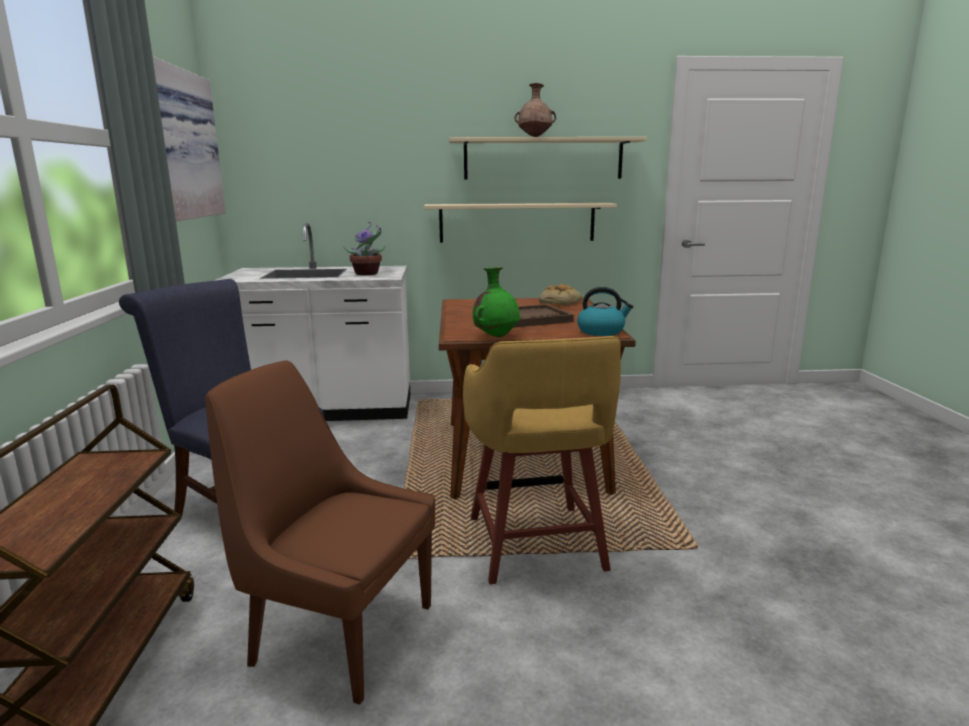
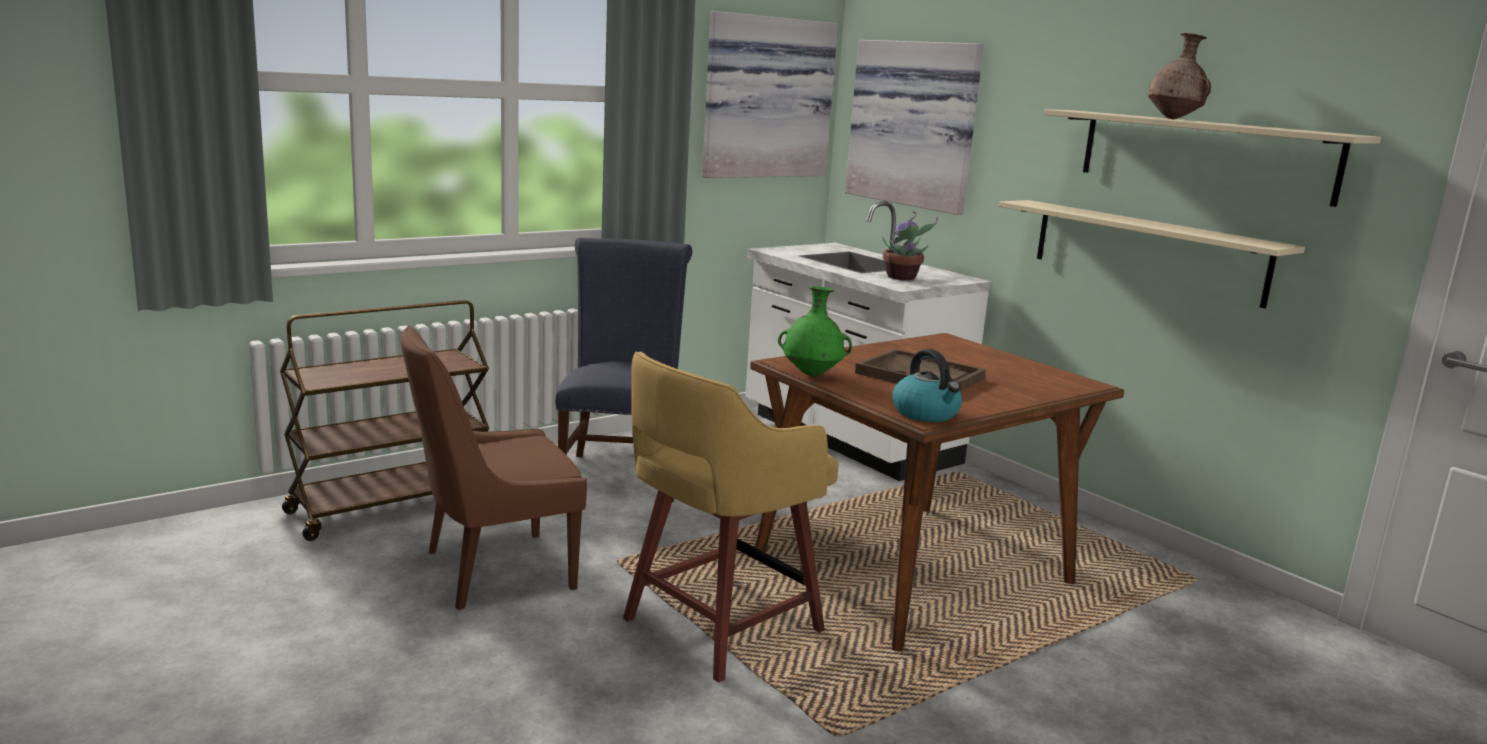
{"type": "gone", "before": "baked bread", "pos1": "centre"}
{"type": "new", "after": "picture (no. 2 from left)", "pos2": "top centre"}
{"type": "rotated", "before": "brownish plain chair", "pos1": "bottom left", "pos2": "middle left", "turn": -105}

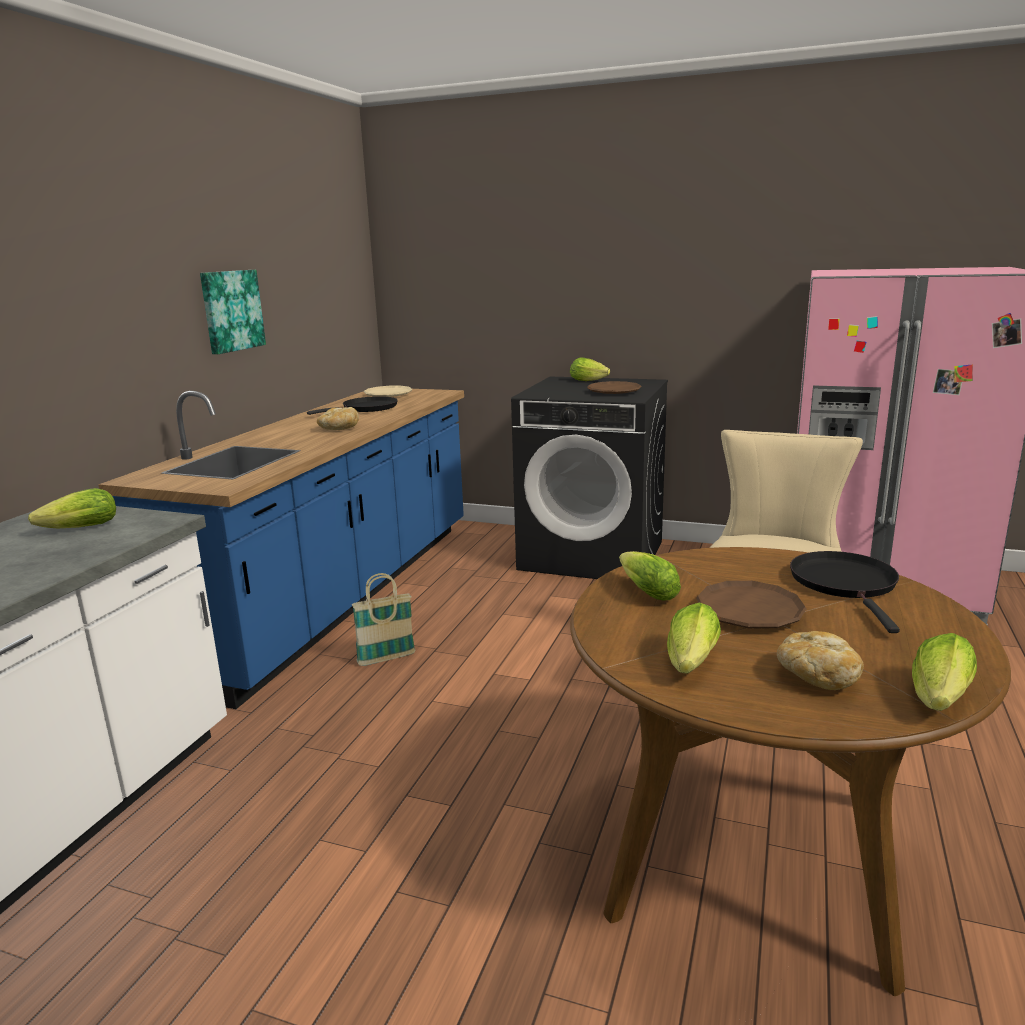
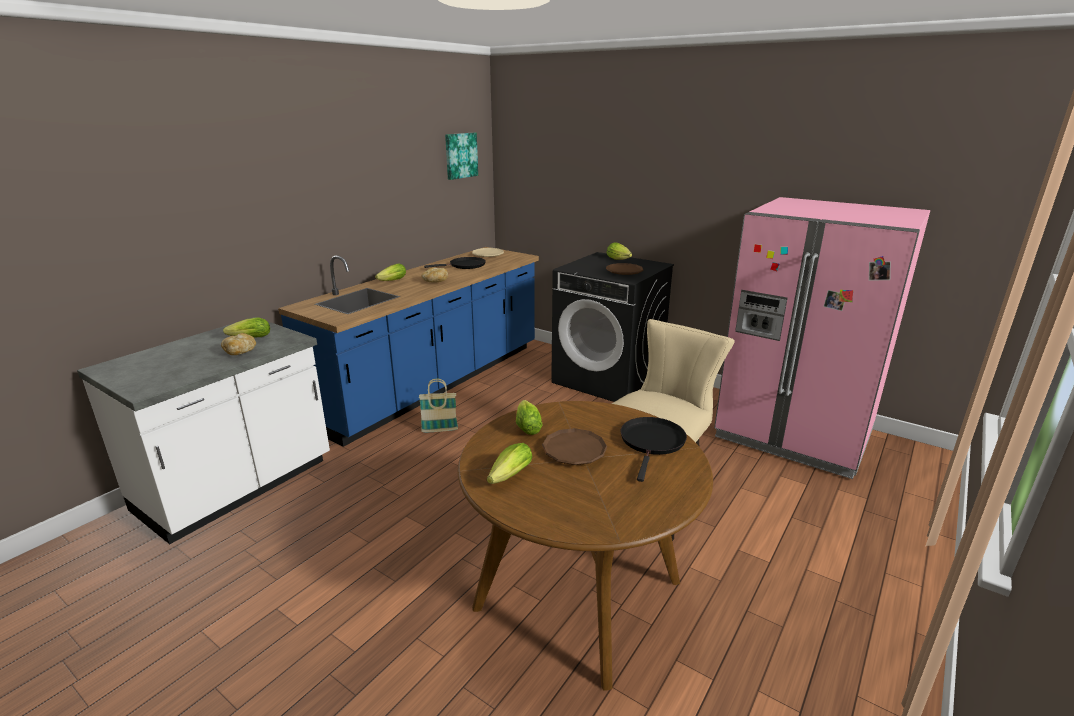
{"type": "shifted", "before": "picture", "pos1": "top left", "pos2": "top centre"}
{"type": "shifted", "before": "baked bread (no. 2 from left in the first image)", "after": "baked bread (no. 1 from left)", "pos1": "middle right", "pos2": "middle left"}
{"type": "shifted", "before": "lettuce head (no. 5 from left in the first image)", "after": "lettuce head (no. 2 from left)", "pos1": "middle right", "pos2": "centre"}

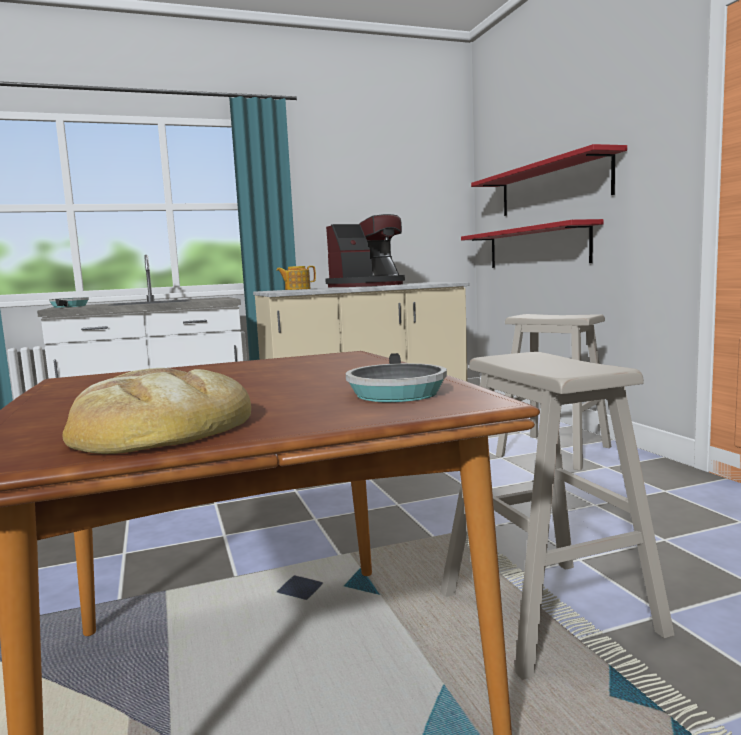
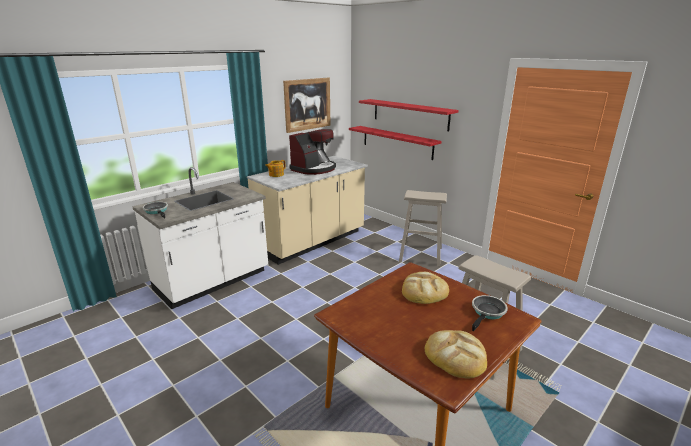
{"type": "new", "after": "picture", "pos2": "top centre"}
{"type": "new", "after": "baked bread (no. 1 from left)", "pos2": "centre"}
{"type": "rotated", "before": "skillet (no. 2 from left)", "pos1": "centre", "pos2": "bottom right", "turn": -120}

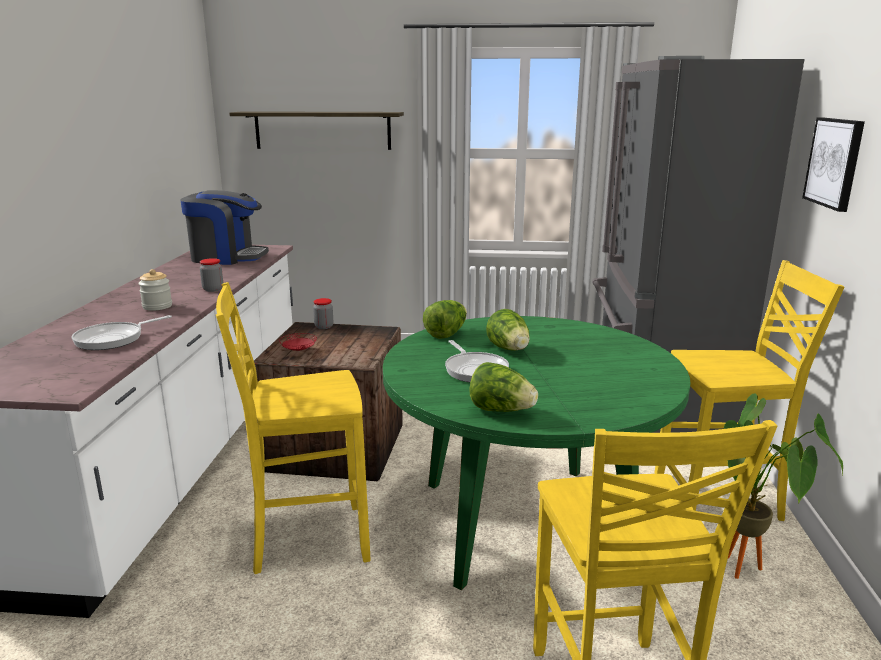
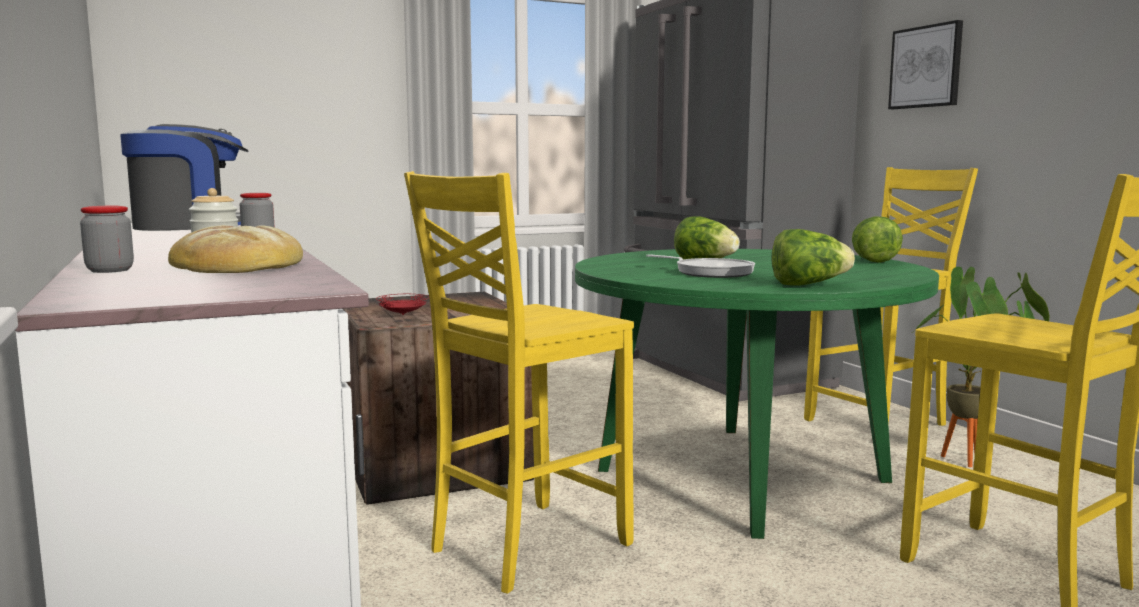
{"type": "gone", "before": "shelf", "pos1": "top centre"}
{"type": "shifted", "before": "jar (no. 3 from left in the first image)", "after": "jar (no. 1 from left)", "pos1": "centre", "pos2": "middle left"}
{"type": "shifted", "before": "lettuce head (no. 1 from left in the first image)", "after": "lettuce head (no. 3 from left)", "pos1": "centre", "pos2": "middle right"}
{"type": "swapped", "before": "skillet (no. 1 from left)", "after": "baked bread", "pos1": "middle left", "pos2": "middle left"}

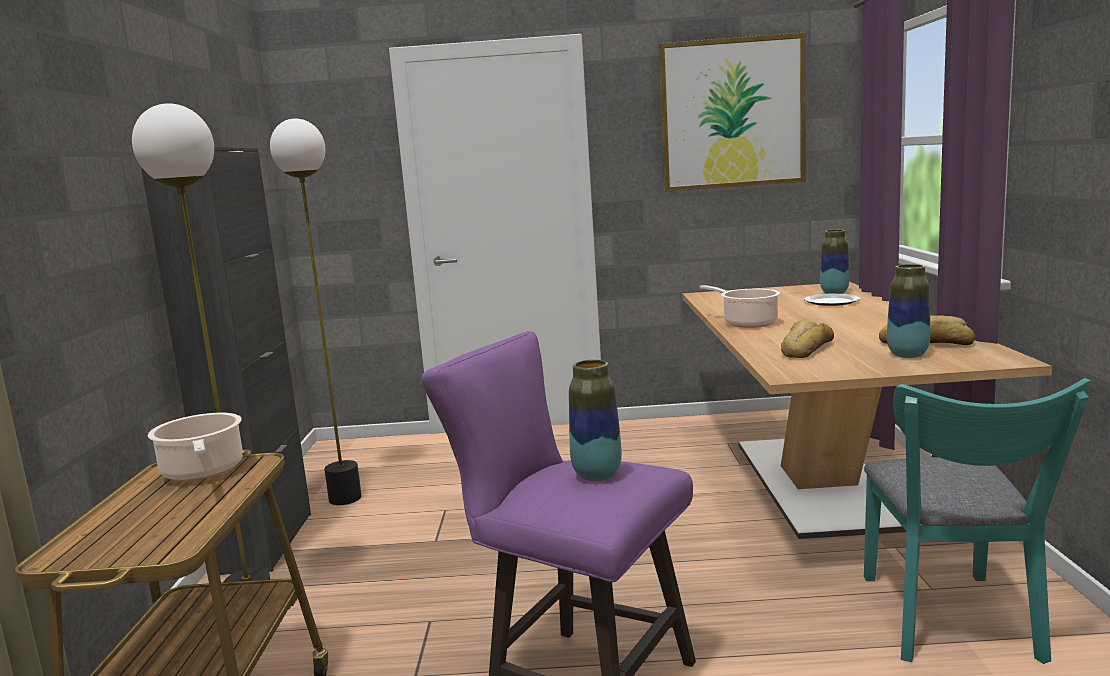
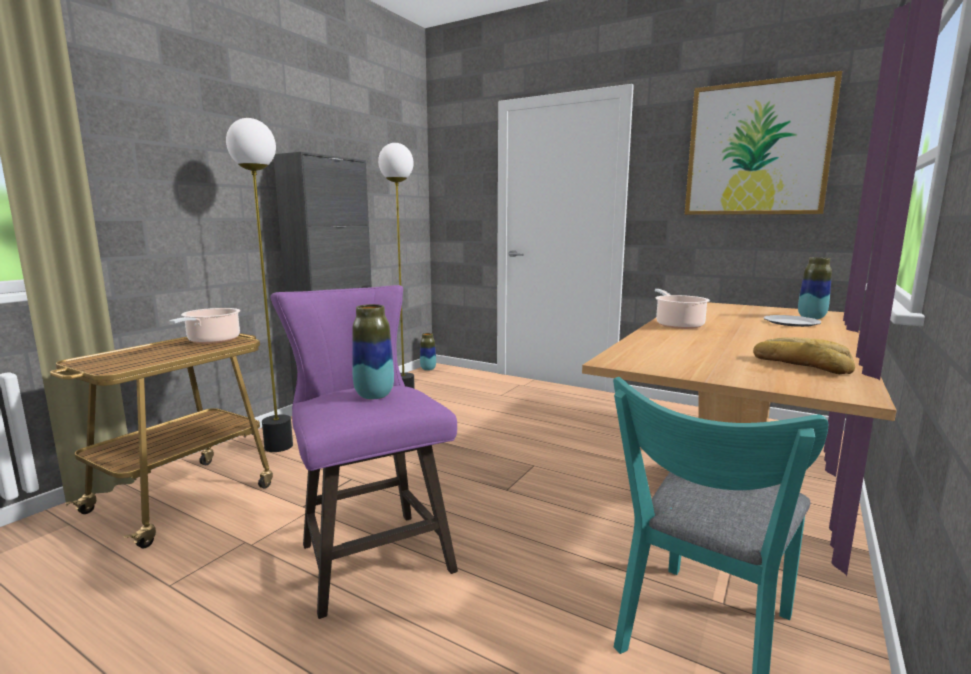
{"type": "gone", "before": "baked bread (no. 1 from left)", "pos1": "middle right"}
{"type": "shifted", "before": "flower vase (no. 3 from left in the first image)", "after": "flower vase (no. 2 from left)", "pos1": "middle right", "pos2": "centre"}

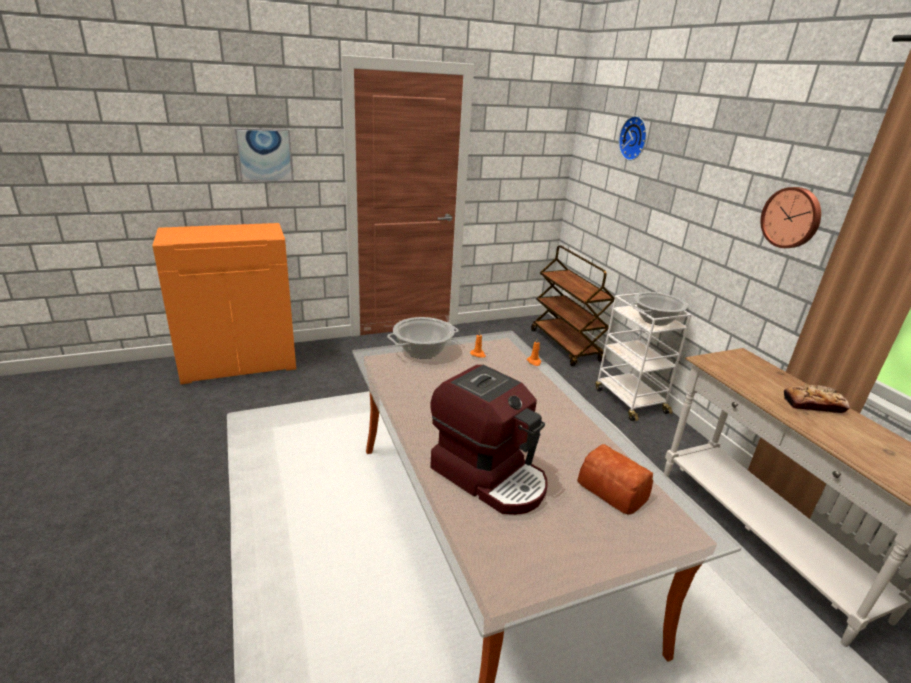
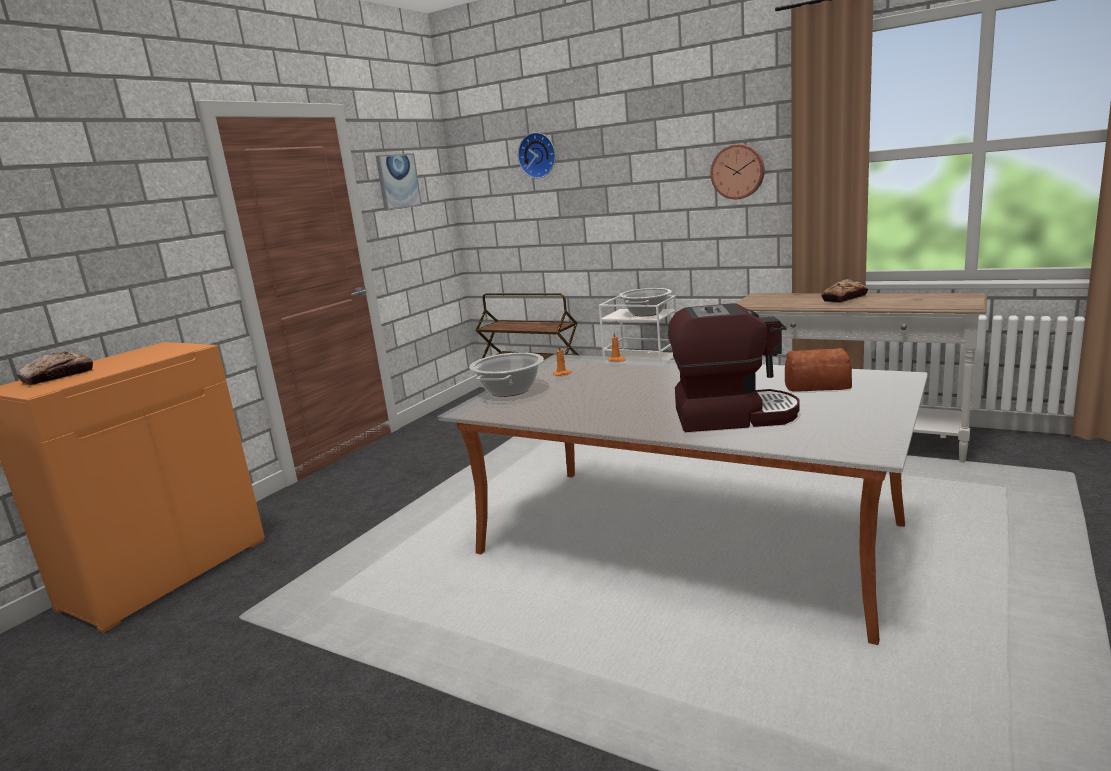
{"type": "new", "after": "baked bread (no. 1 from left)", "pos2": "middle left"}
{"type": "shifted", "before": "picture", "pos1": "top left", "pos2": "top centre"}

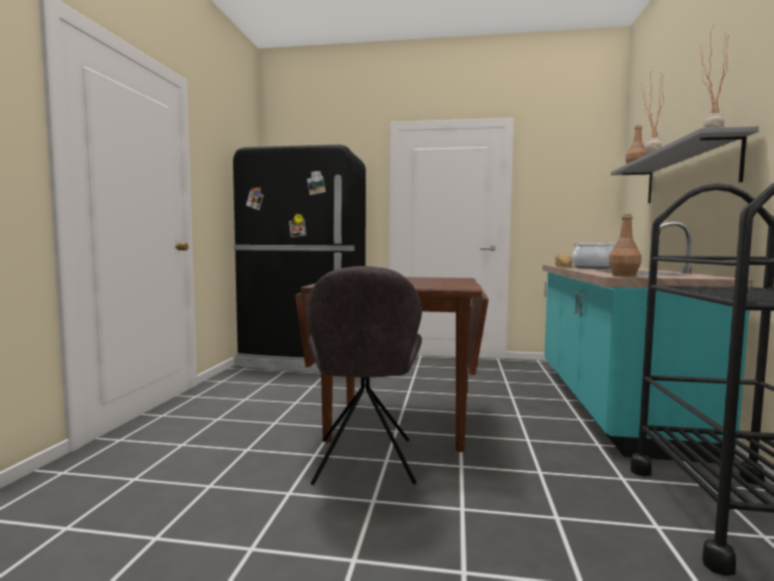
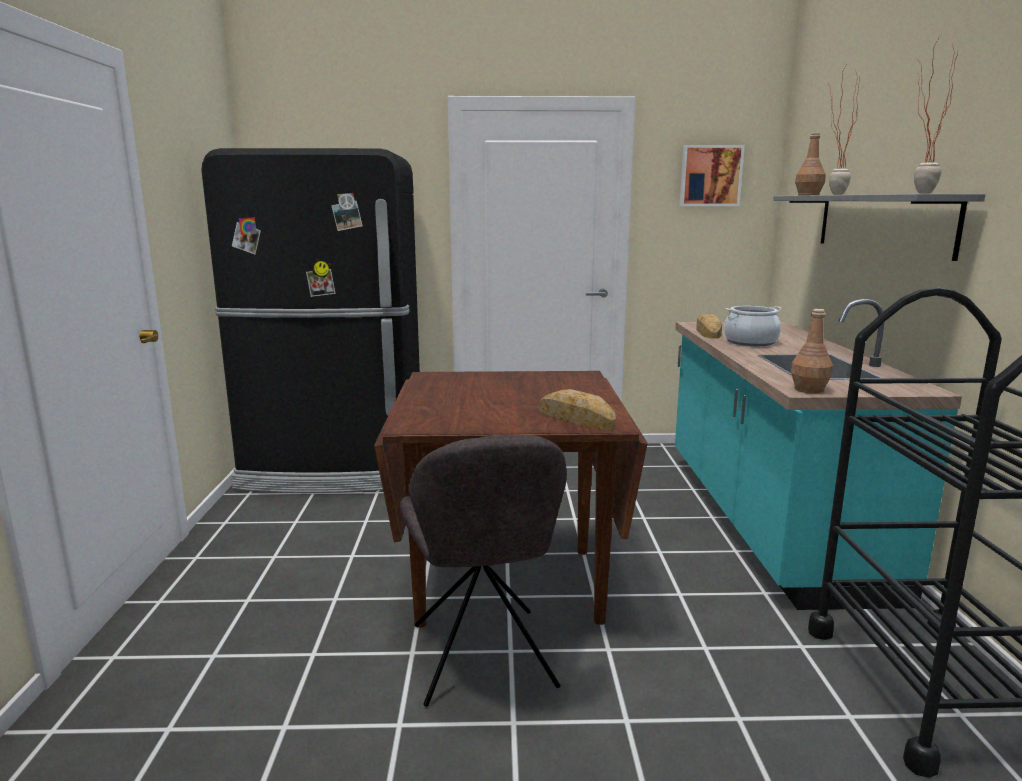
{"type": "new", "after": "baked bread (no. 1 from left)", "pos2": "centre"}
{"type": "new", "after": "picture", "pos2": "top right"}

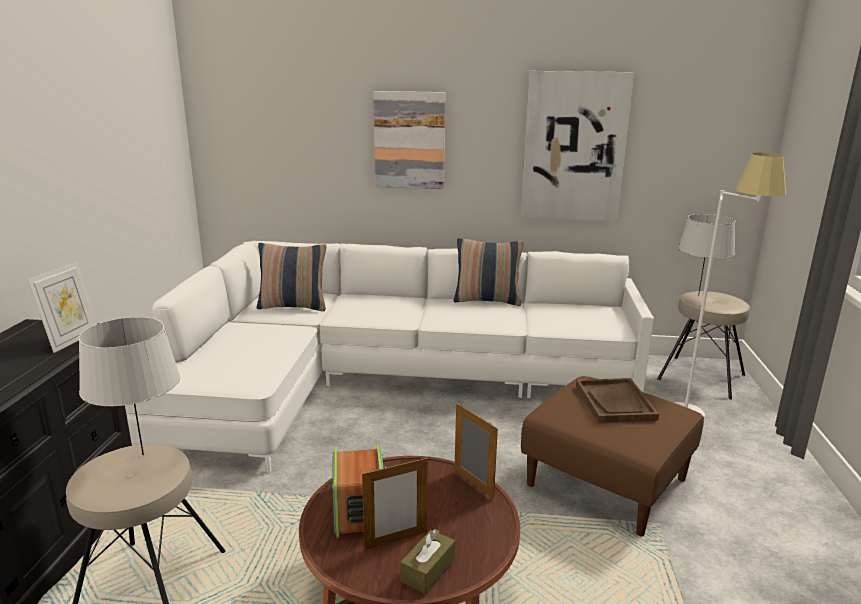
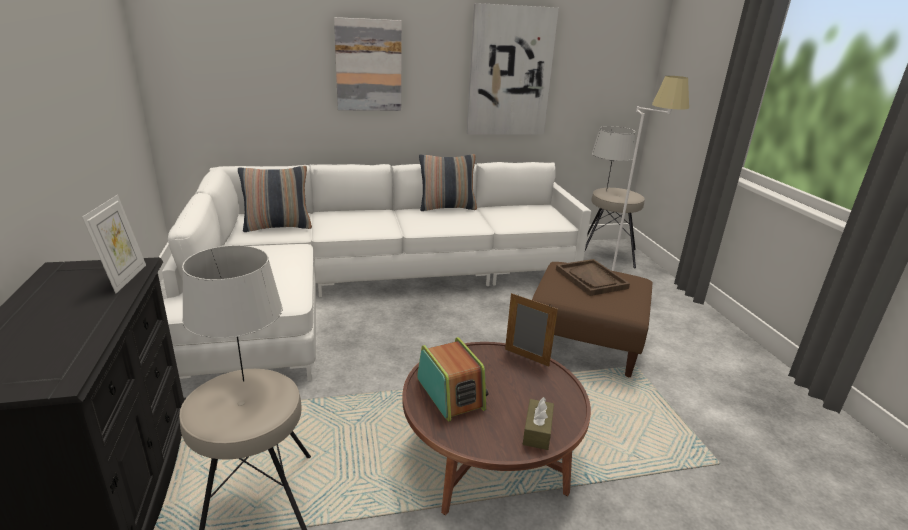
{"type": "gone", "before": "standing frame (no. 2 from left)", "pos1": "bottom centre"}

